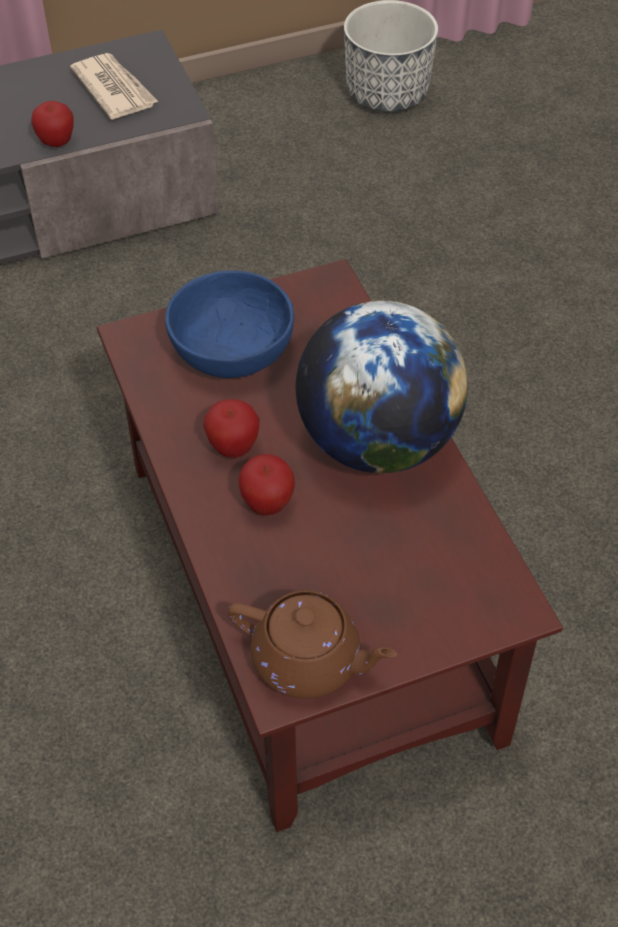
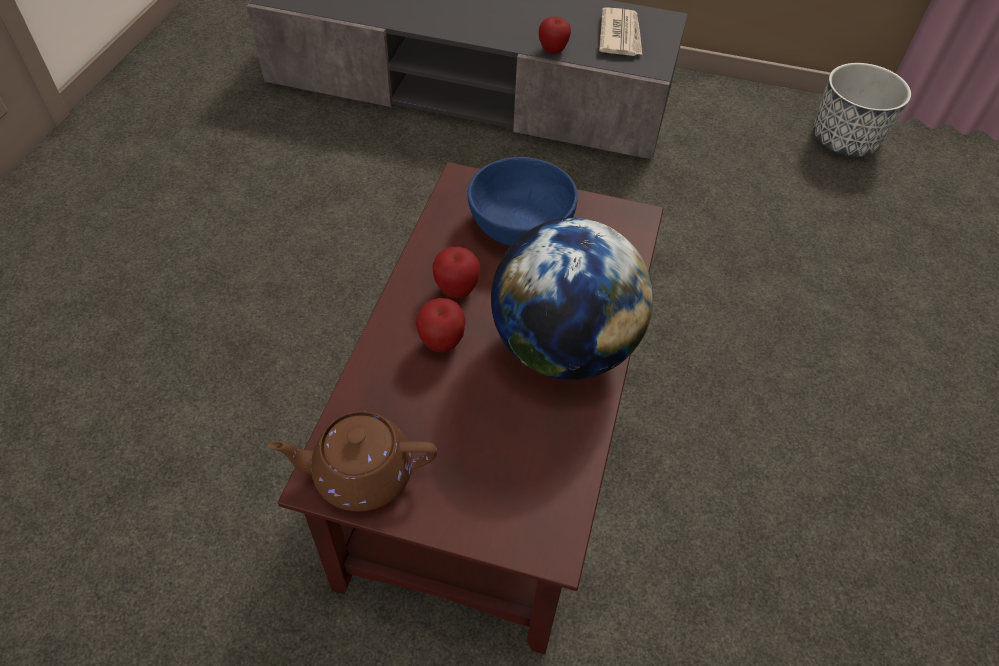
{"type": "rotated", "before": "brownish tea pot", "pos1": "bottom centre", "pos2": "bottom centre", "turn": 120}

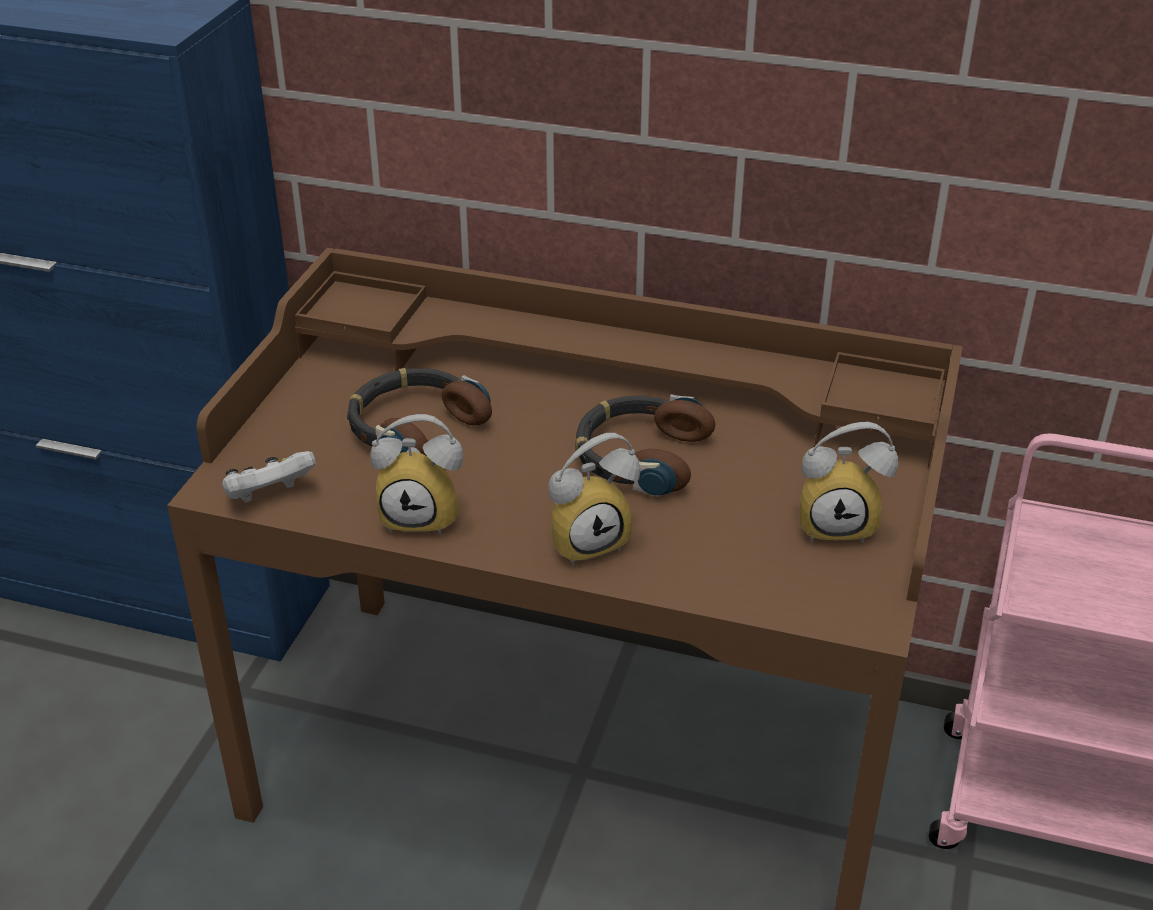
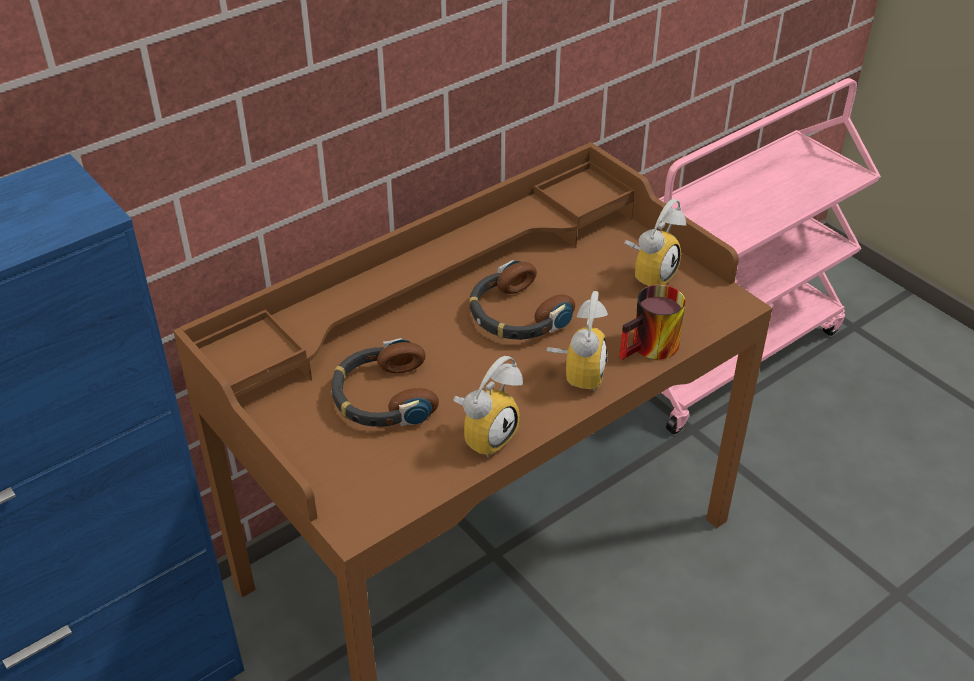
{"type": "gone", "before": "whitish game controller", "pos1": "middle left"}
{"type": "new", "after": "tea mug", "pos2": "middle right"}

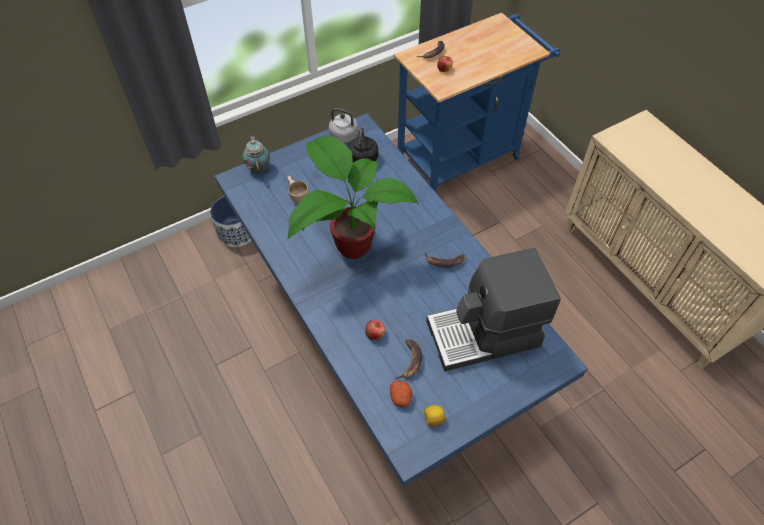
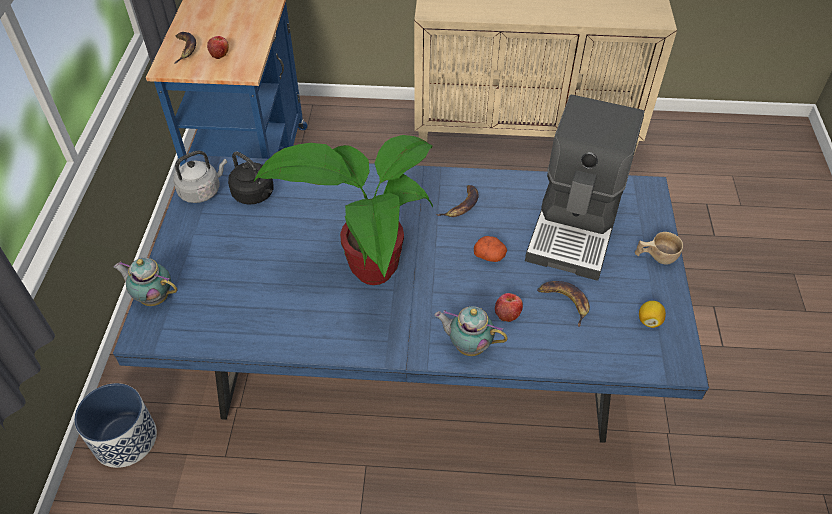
{"type": "new", "after": "tea pot (no. 2 from left)", "pos2": "centre"}
{"type": "shifted", "before": "sand-coloured cup", "pos1": "centre", "pos2": "middle right"}
{"type": "shifted", "before": "whole potato", "pos1": "bottom centre", "pos2": "centre"}

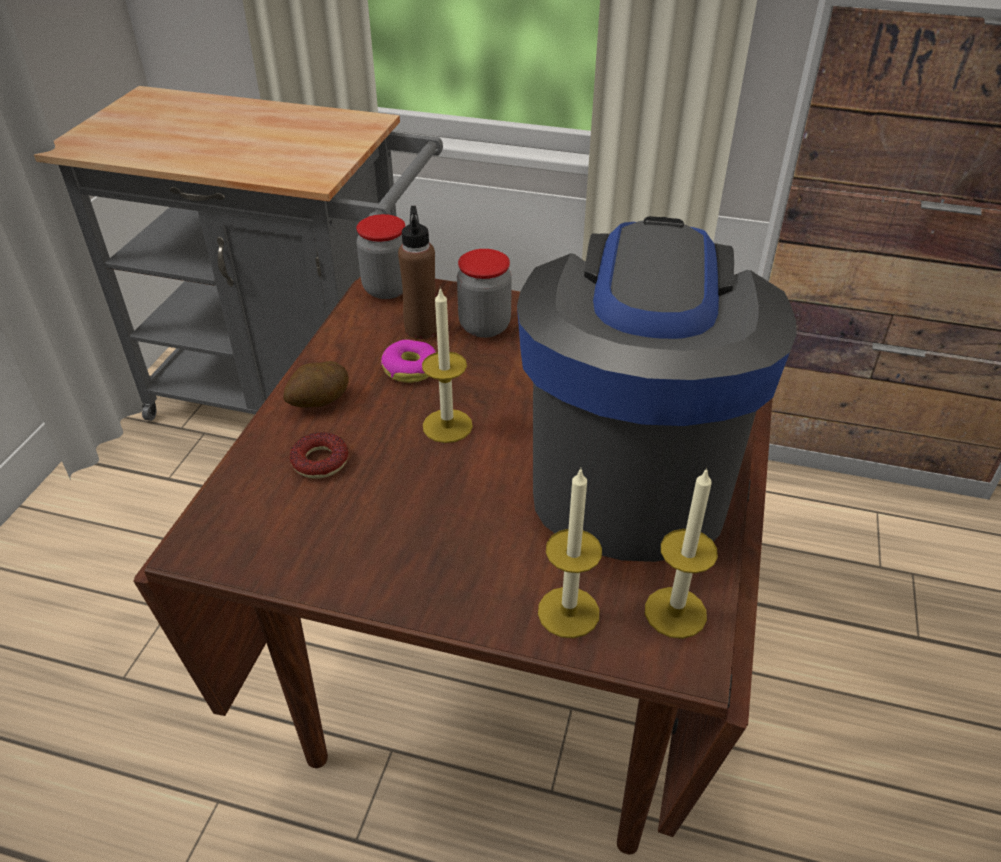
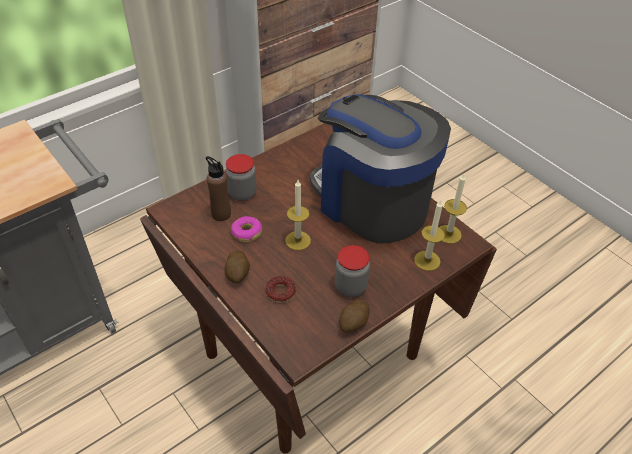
{"type": "new", "after": "whole potato (no. 2 from left)", "pos2": "bottom centre"}
{"type": "shifted", "before": "jar (no. 1 from left in the first image)", "after": "jar (no. 2 from left)", "pos1": "top centre", "pos2": "centre"}

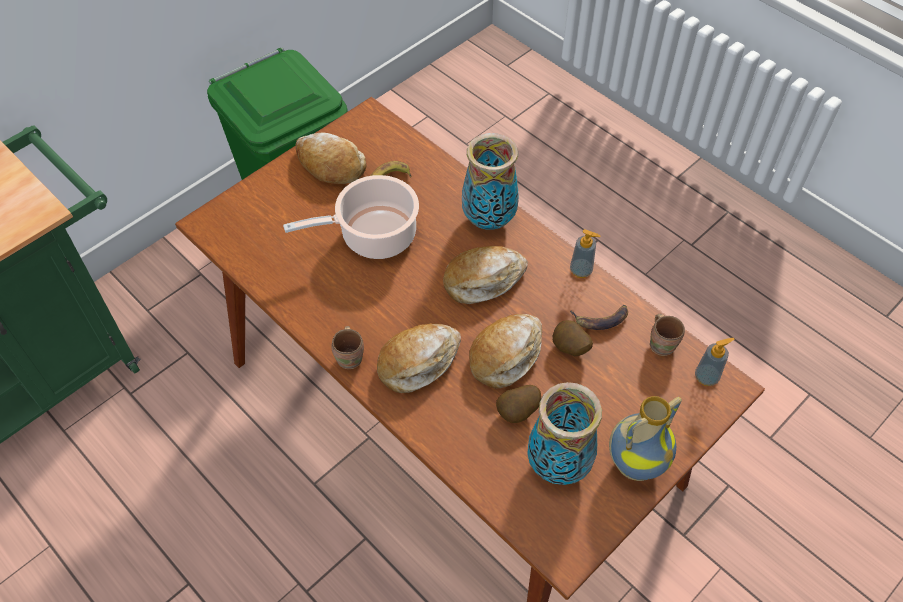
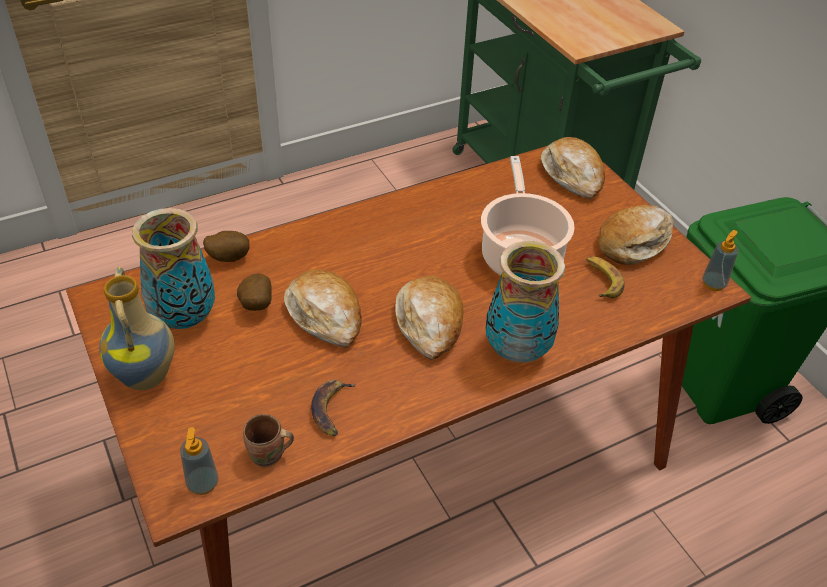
{"type": "gone", "before": "brownish tea mug (no. 1 from left)", "pos1": "centre"}
{"type": "shifted", "before": "baked bread (no. 2 from left in the first image)", "after": "baked bread (no. 3 from left)", "pos1": "centre", "pos2": "top right"}
{"type": "shifted", "before": "whole potato (no. 2 from left in the first image)", "after": "whole potato (no. 1 from left)", "pos1": "centre", "pos2": "middle left"}
{"type": "shifted", "before": "soap bottle (no. 1 from left in the first image)", "after": "soap bottle (no. 2 from left)", "pos1": "centre", "pos2": "middle right"}

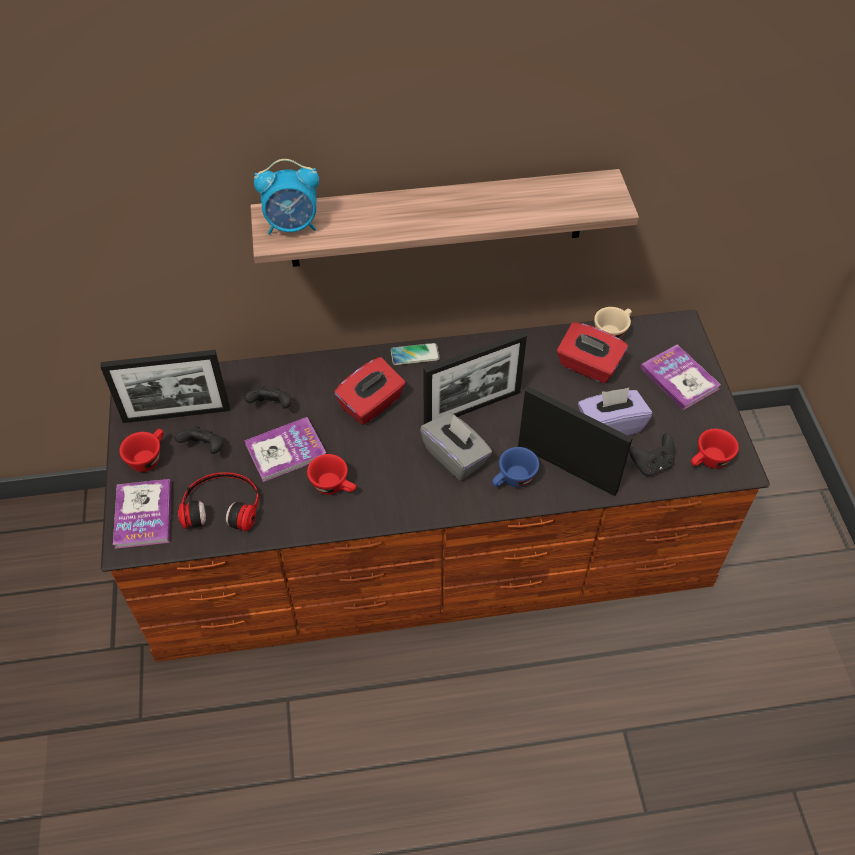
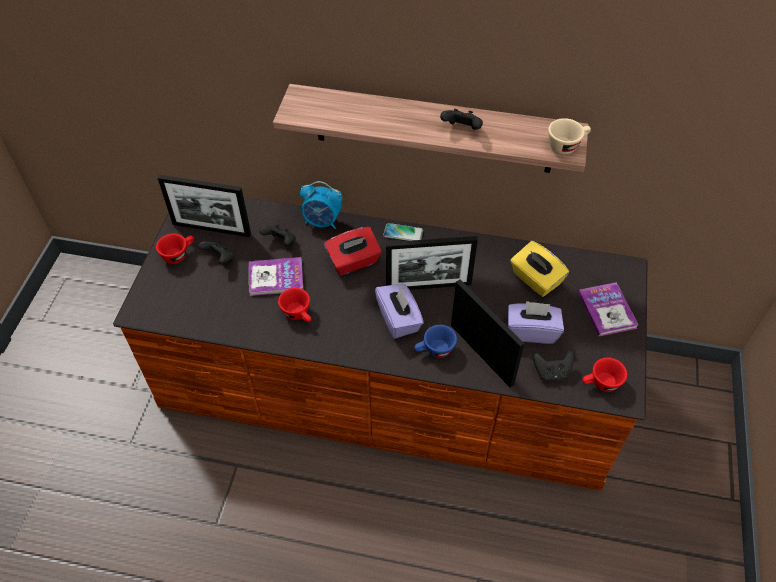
{"type": "gone", "before": "volume (no. 1 from left)", "pos1": "middle left"}
{"type": "gone", "before": "headphones", "pos1": "middle left"}
{"type": "new", "after": "blackish game controller (no. 3 from left)", "pos2": "top centre"}
{"type": "shifted", "before": "alarm clock", "pos1": "top centre", "pos2": "centre"}
{"type": "shifted", "before": "sand-coloured cup", "pos1": "middle right", "pos2": "top right"}
{"type": "repainted", "before": "greyish tissue box", "after": "purple tissue box (no. 1 from left)", "pos1": "centre", "pos2": "centre"}
{"type": "repainted", "before": "red-coloured tissue box (no. 2 from left)", "after": "yellow-coloured tissue box", "pos1": "middle right", "pos2": "middle right"}

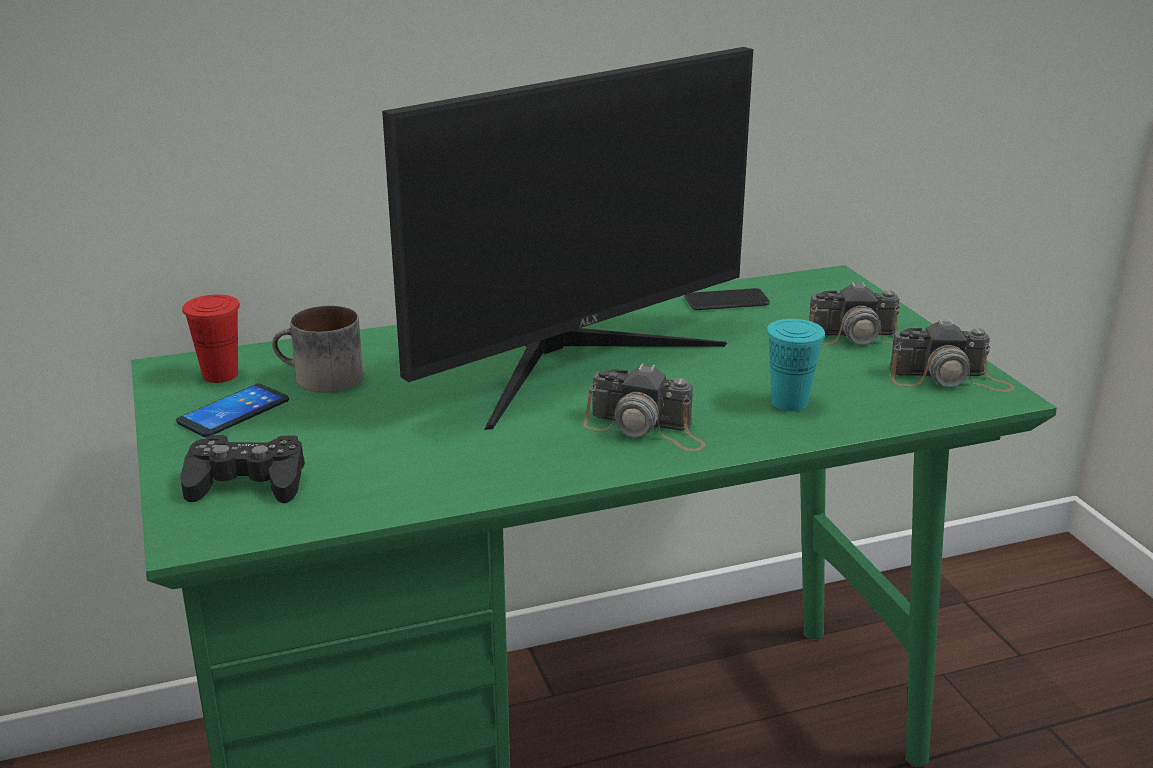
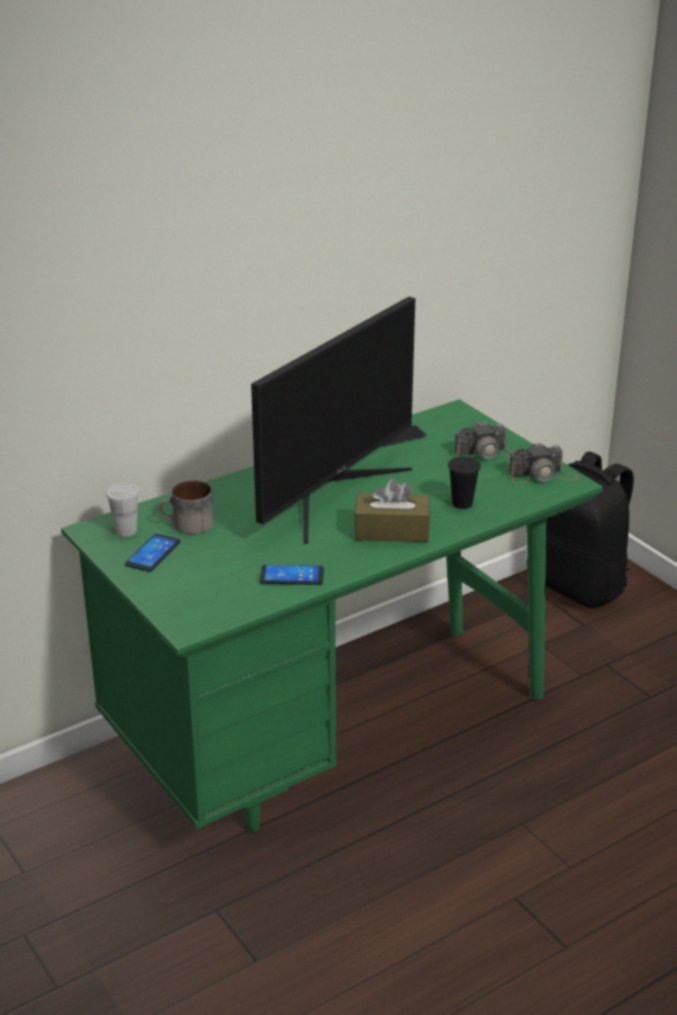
{"type": "gone", "before": "blackish game controller", "pos1": "middle left"}
{"type": "new", "after": "telephone (no. 2 from left)", "pos2": "centre"}
{"type": "new", "after": "blackish backpack", "pos2": "middle right"}
{"type": "swapped", "before": "photo camera (no. 1 from left)", "after": "brownish tissue box", "pos1": "centre", "pos2": "centre"}
{"type": "repainted", "before": "red-coloured cup", "after": "whitish cup", "pos1": "middle left", "pos2": "middle left"}
{"type": "repainted", "before": "turquoise cup", "after": "blackish cup", "pos1": "middle right", "pos2": "middle right"}

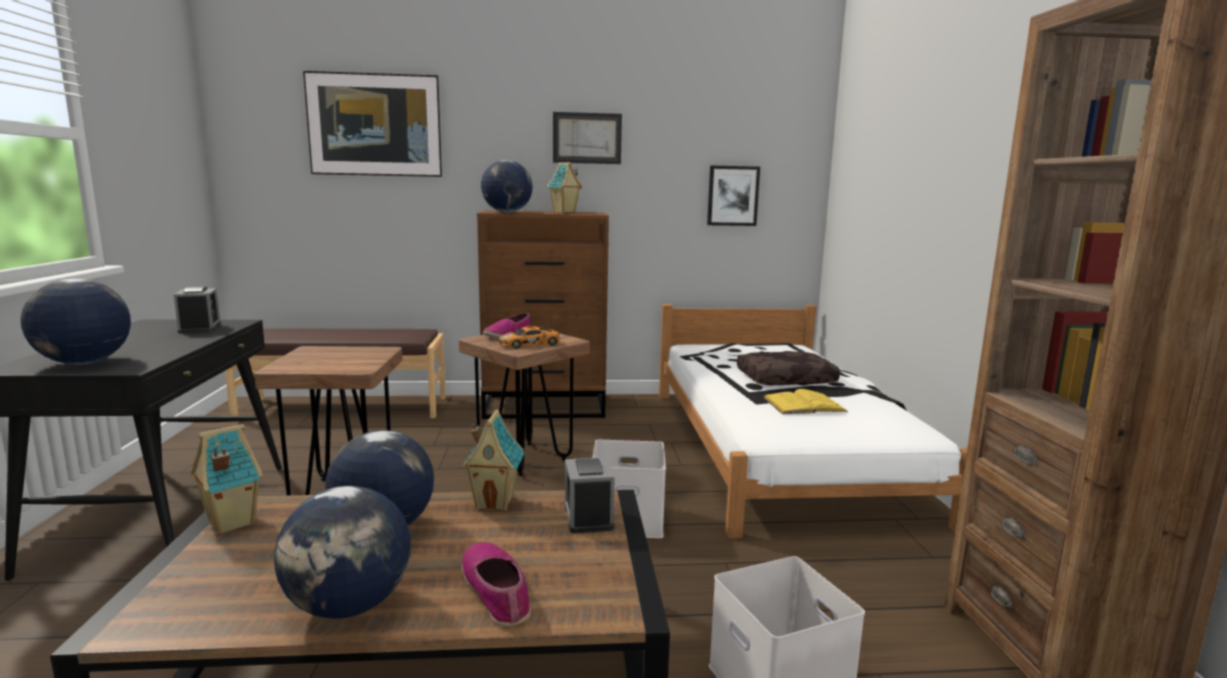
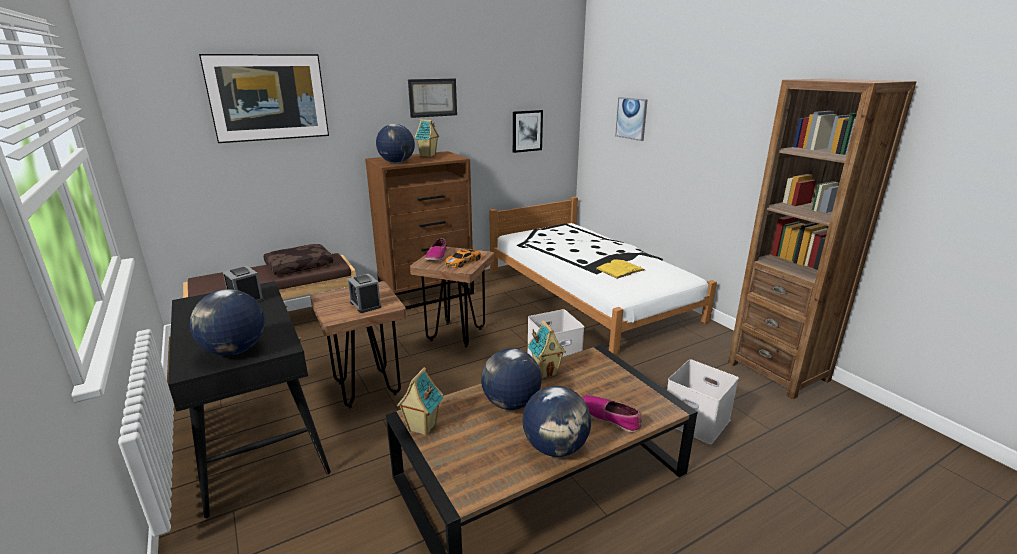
{"type": "new", "after": "picture (no. 4 from left)", "pos2": "top centre"}
{"type": "shifted", "before": "alarm clock (no. 2 from left)", "pos1": "bottom centre", "pos2": "centre"}
{"type": "shifted", "before": "brownish cushion", "pos1": "centre", "pos2": "middle left"}

